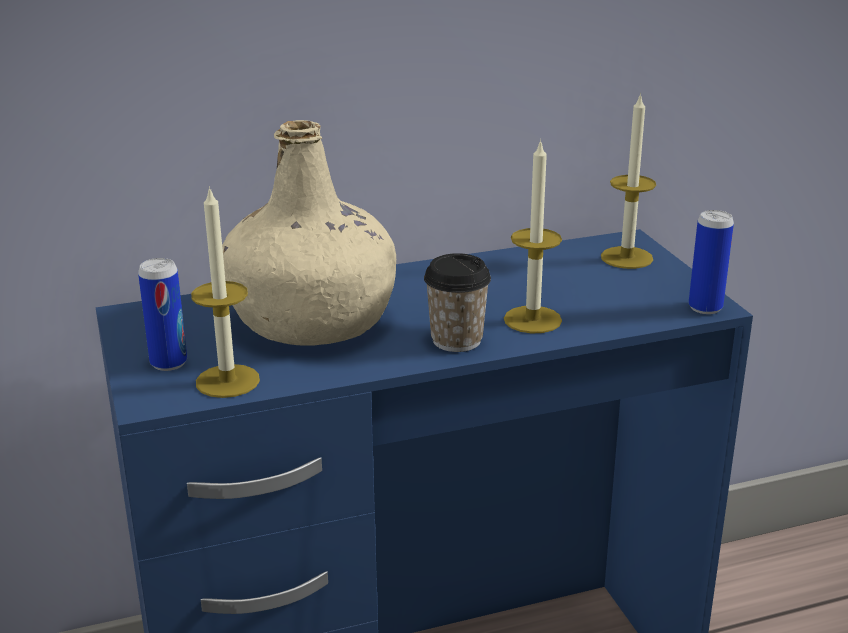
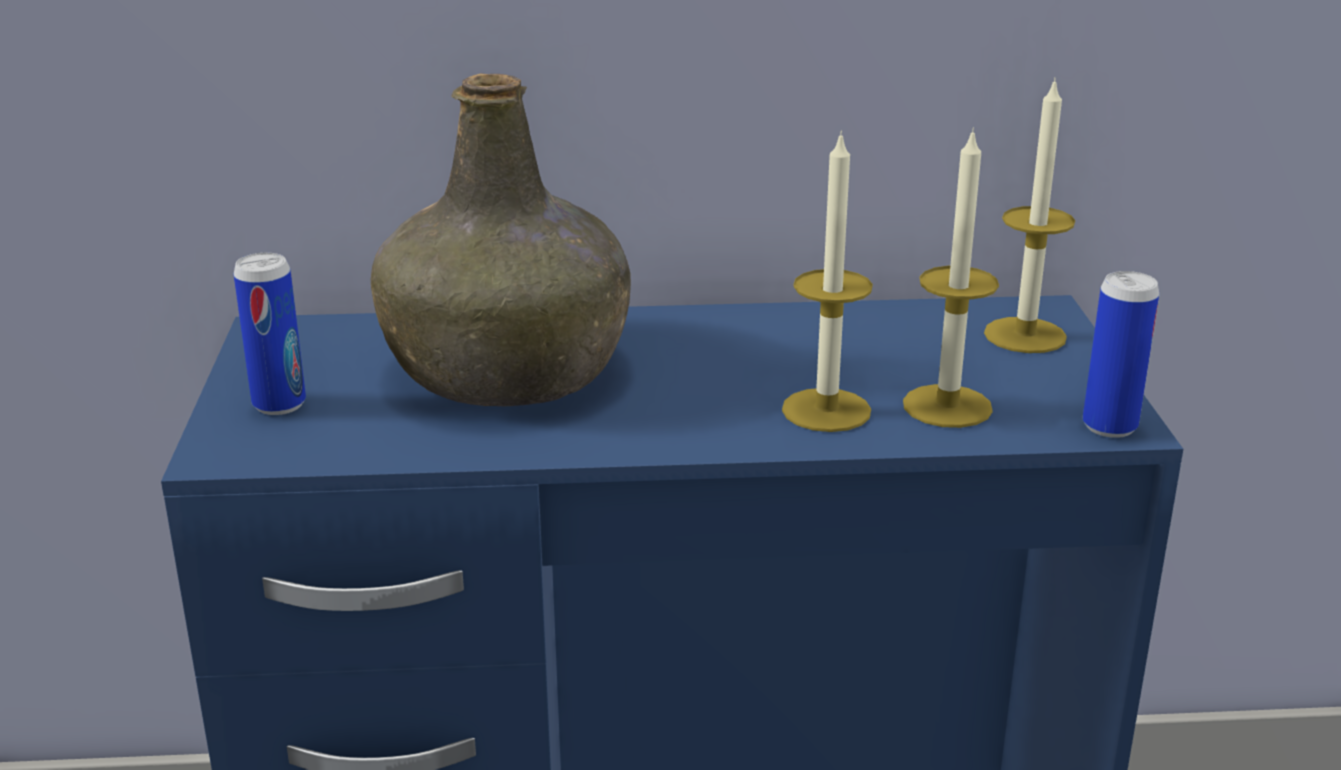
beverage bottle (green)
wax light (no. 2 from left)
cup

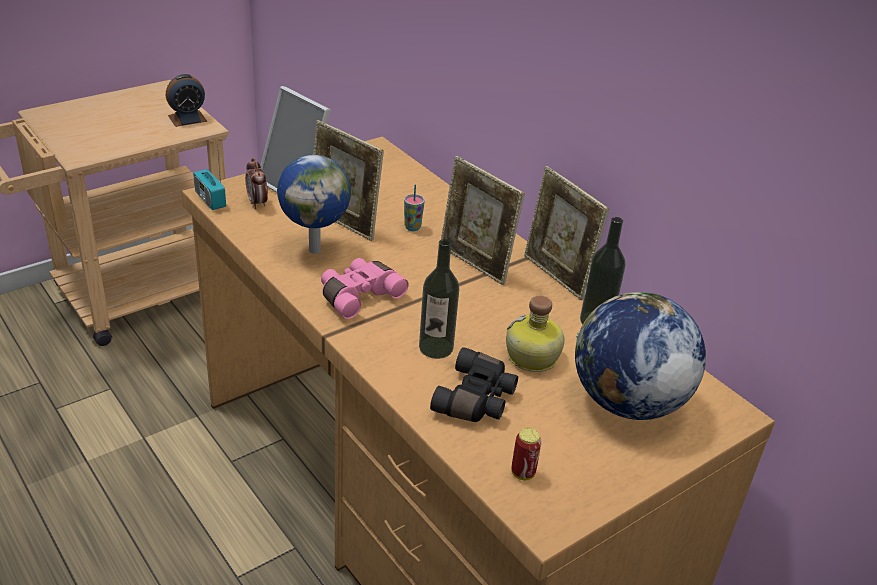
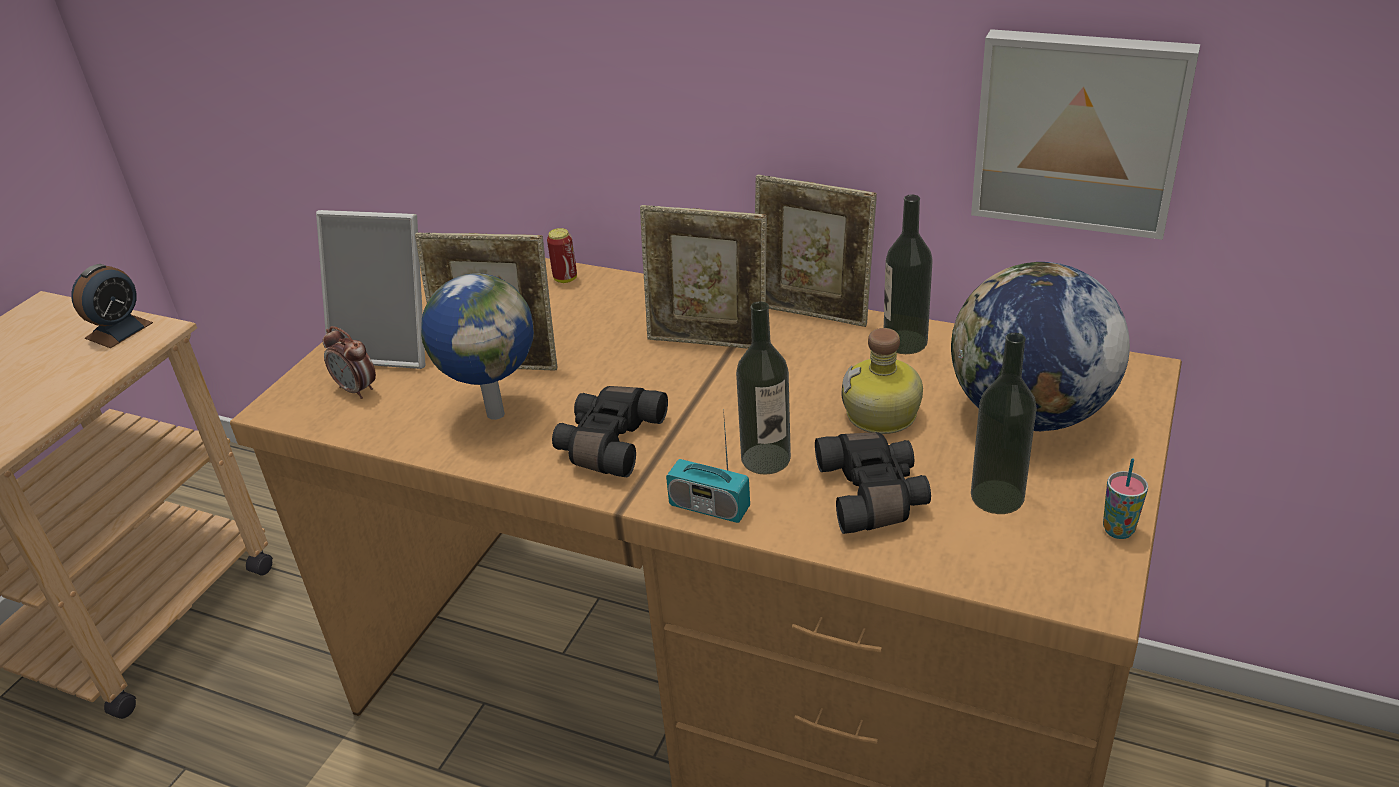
radio receiver
cup
field glasses (black) (no. 1 from left)
can
wall picture
beverage bottle (no. 4 from left)

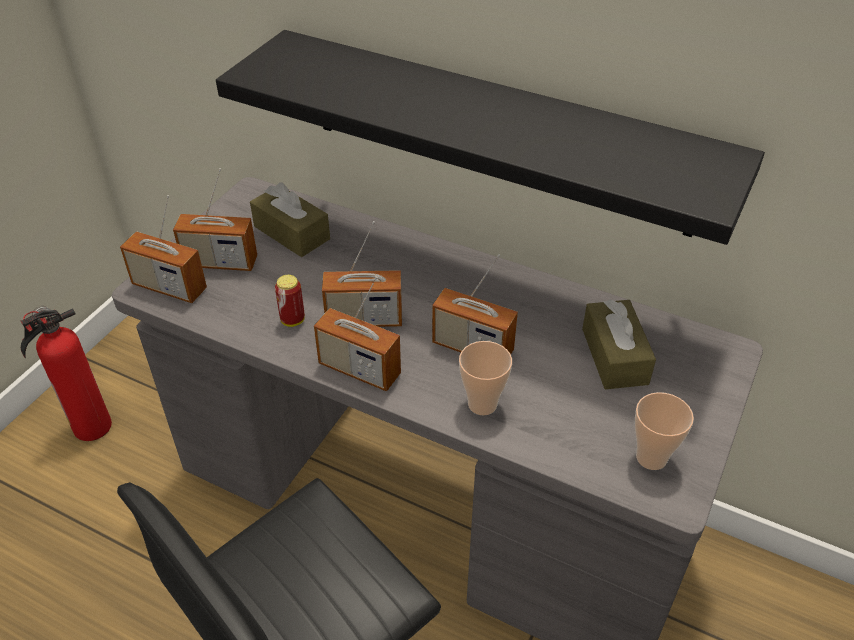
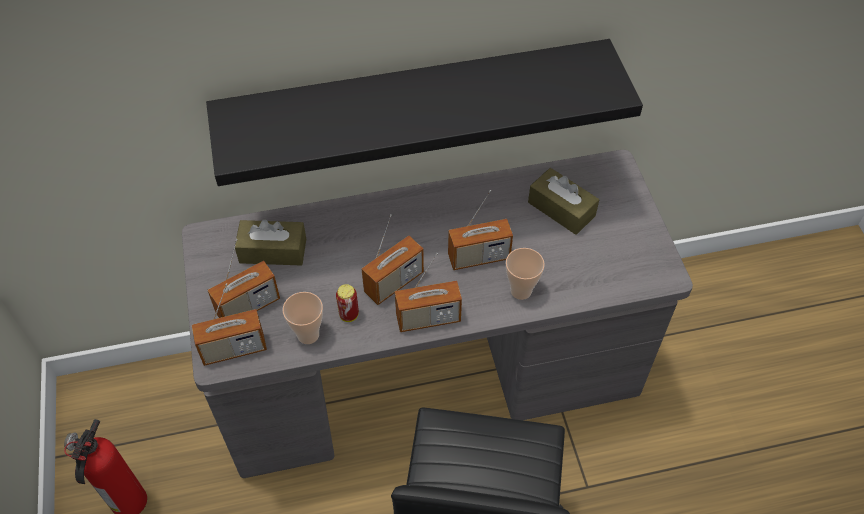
cup (no. 1 from left)

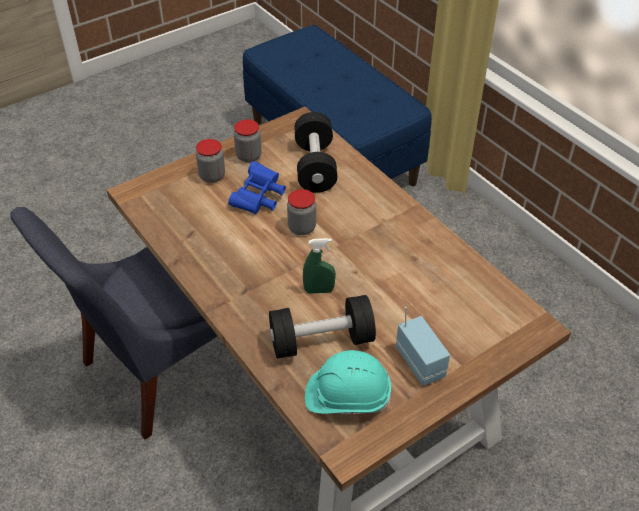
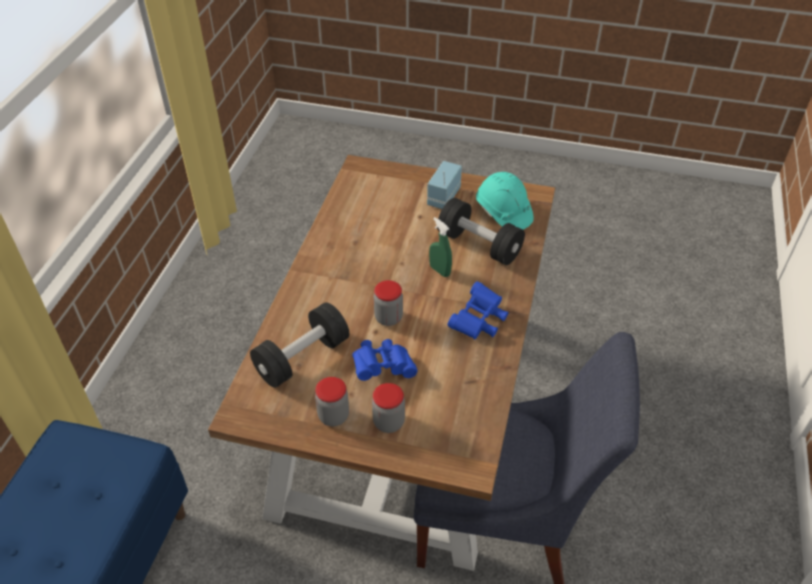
field glasses (blue) (no. 2 from left)

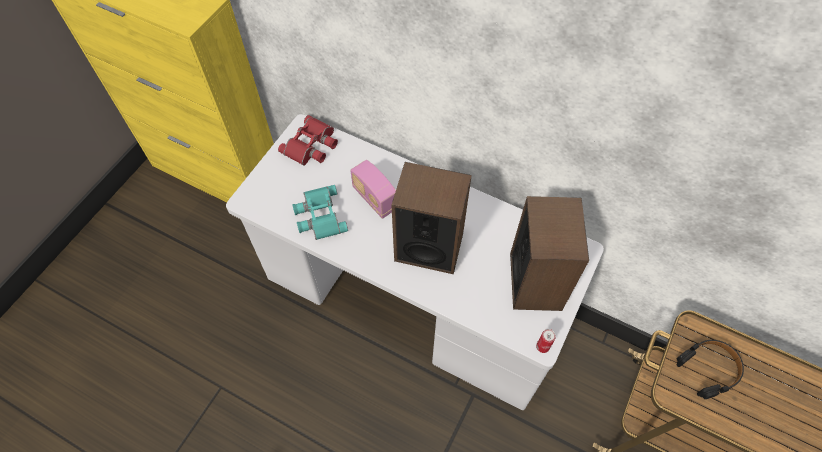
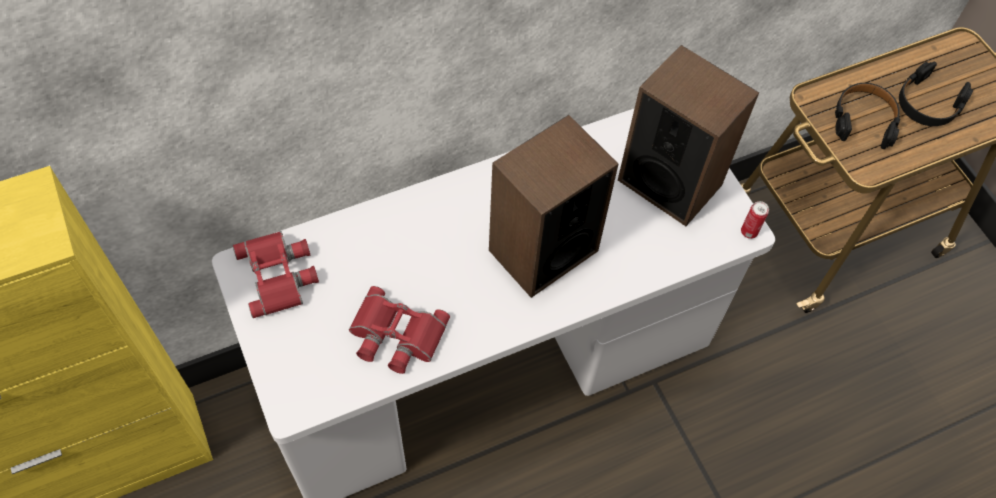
radio receiver
field glasses (reddish) (no. 2 from left)
headset (black) (no. 2 from left)

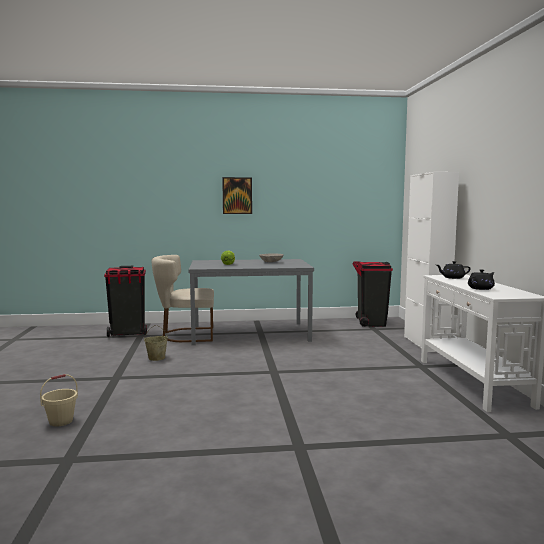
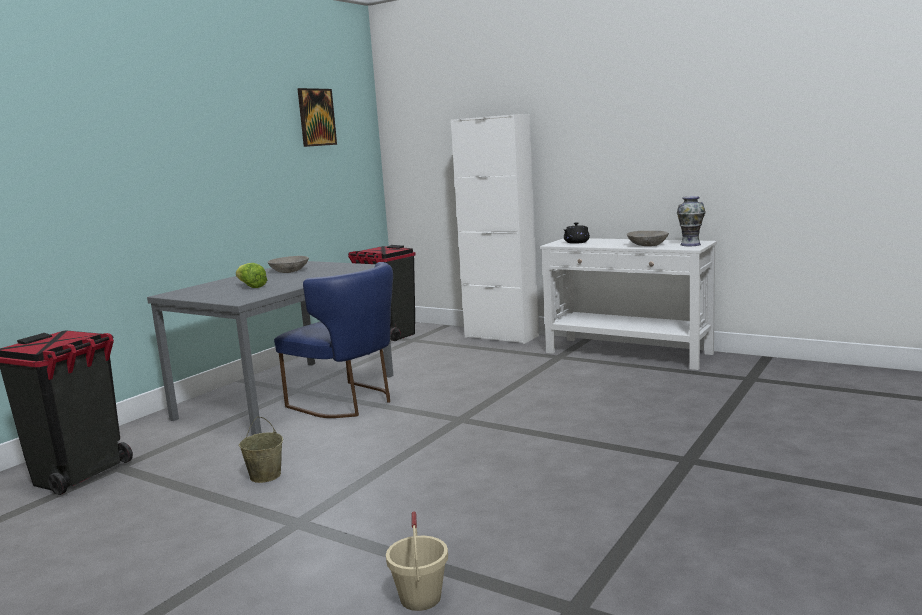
wall picture
upright chair (beige-coloured)
serving bowl (gray) (no. 2 from left)
decorative vase
upright chair (blue)

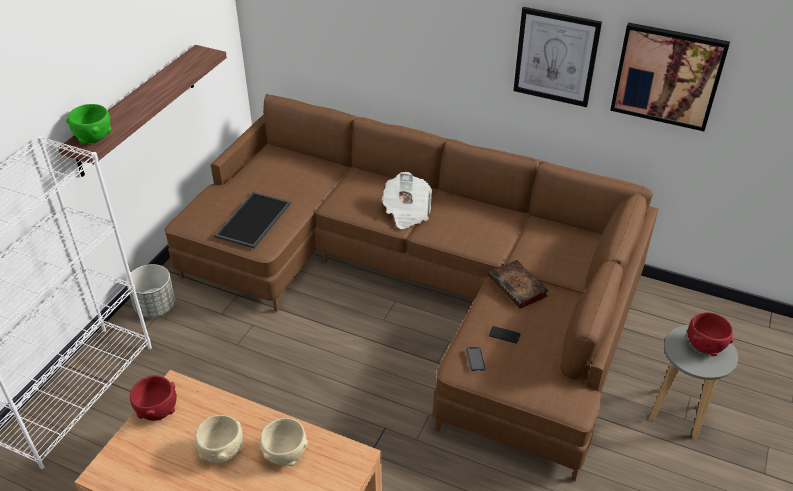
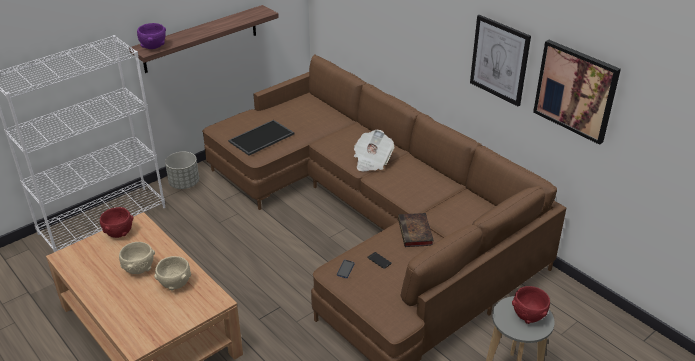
serving bowl (purple)

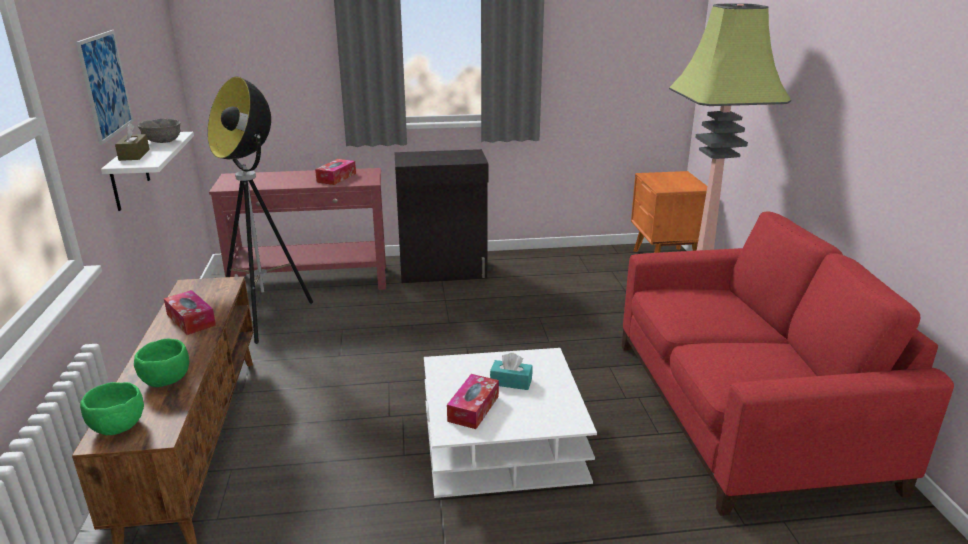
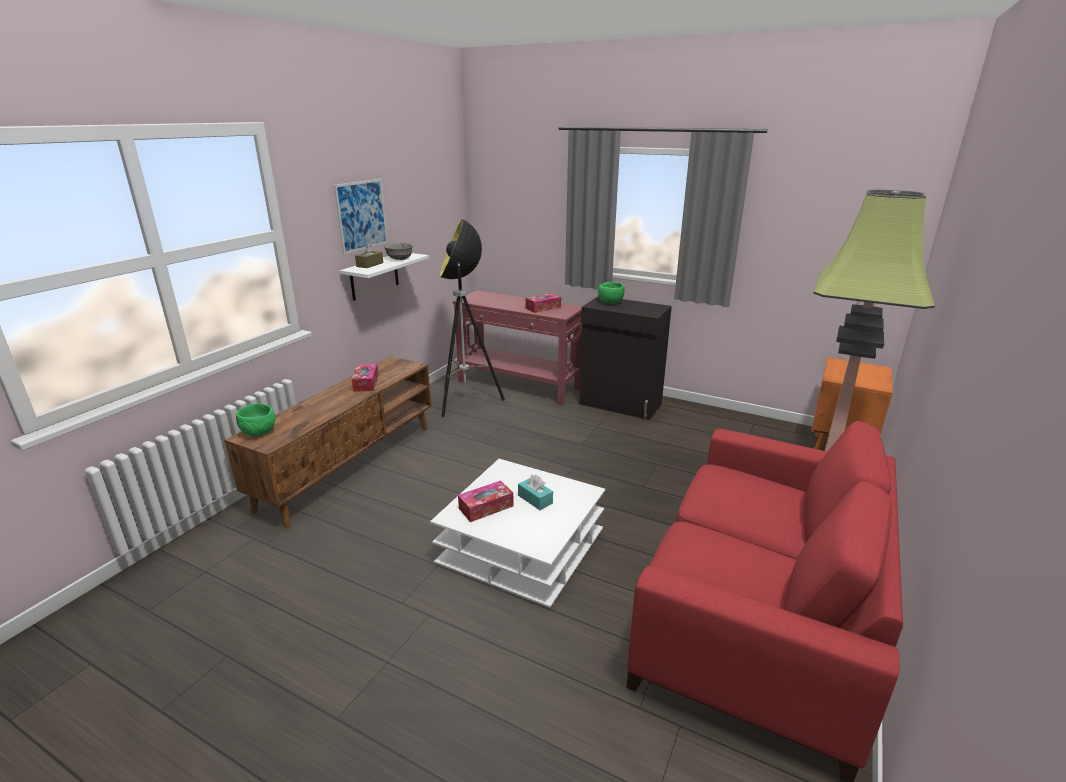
serving bowl (green) (no. 2 from left)

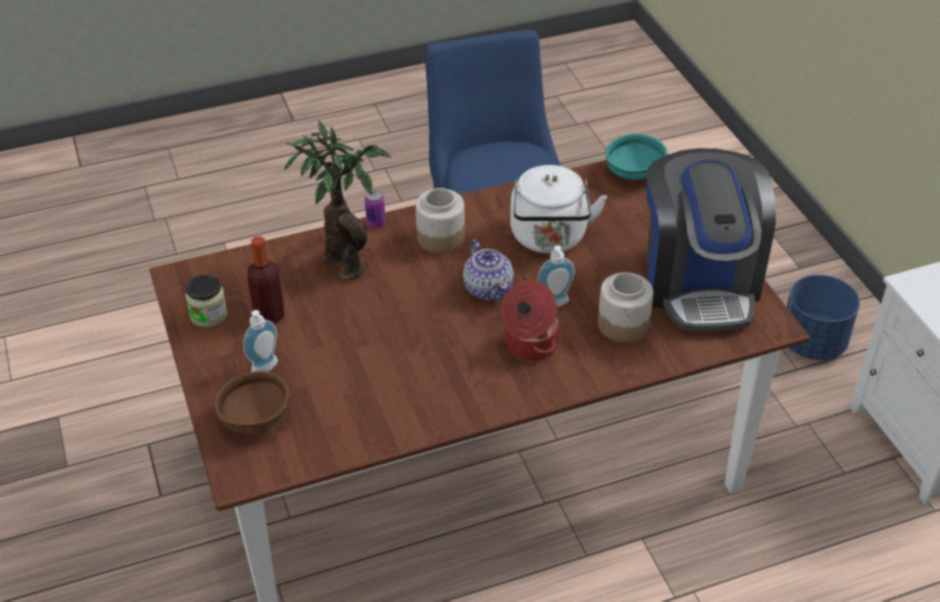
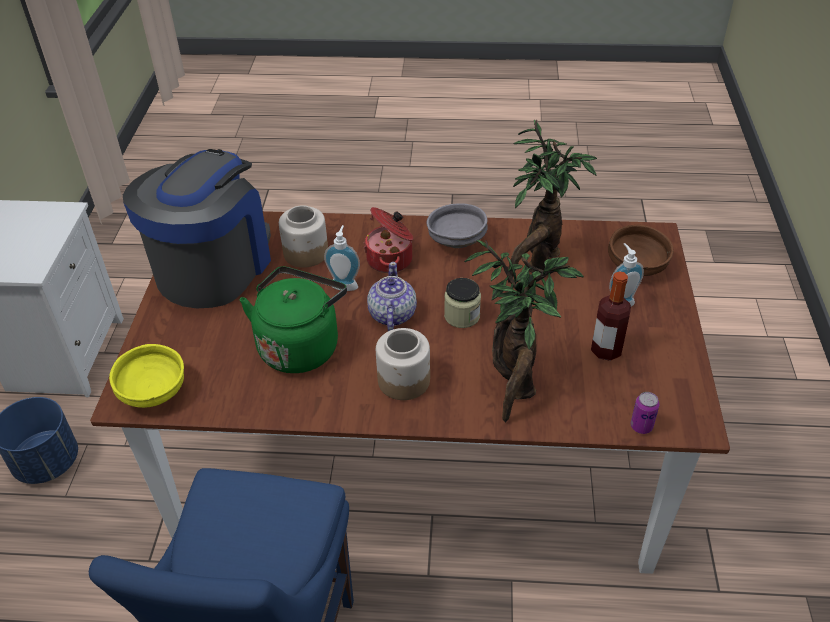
serving bowl (yellowish)
water kettle (green)
can
storage jar (no. 3 from left)
plant in a pot (no. 2 from left)
serving bowl (gray)

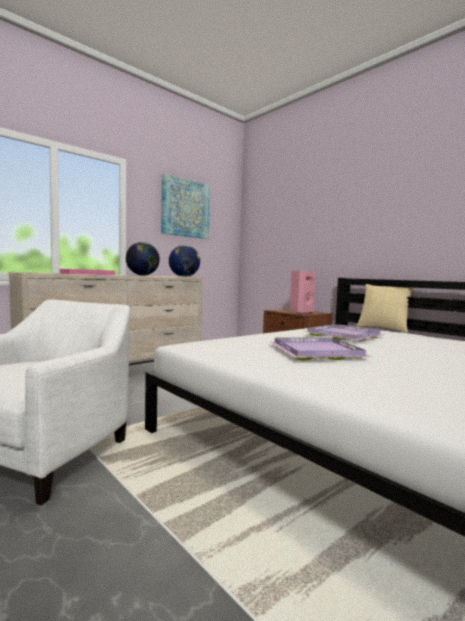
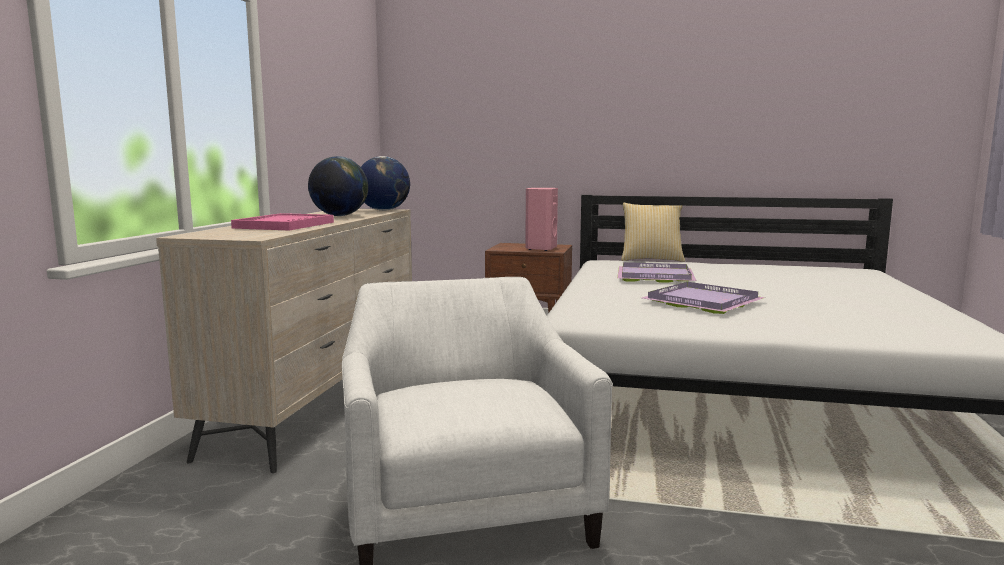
wall picture

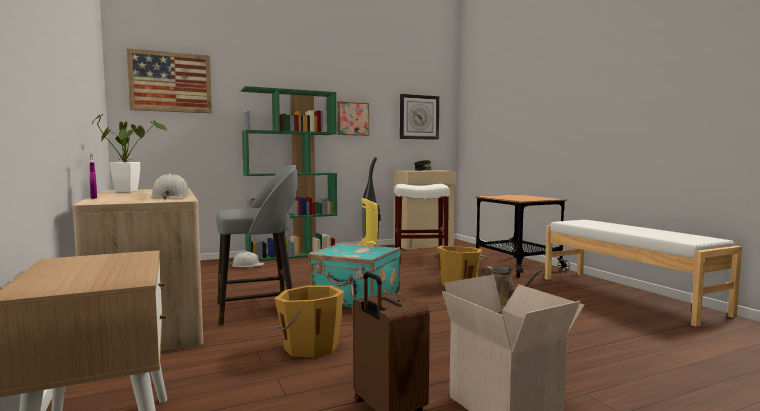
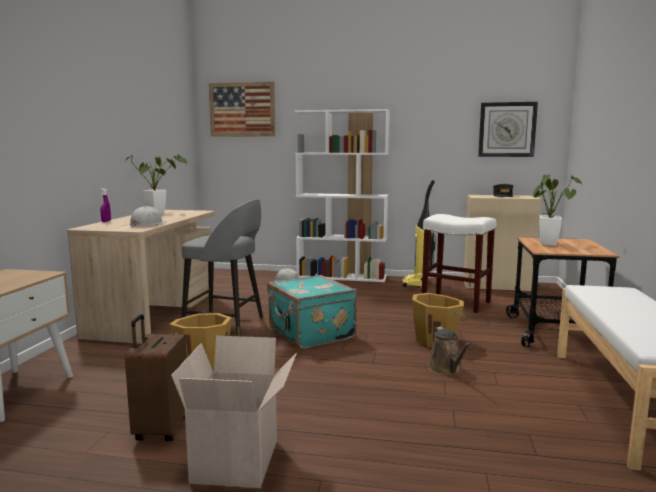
shelving unit (whitish)
wall picture (no. 2 from left in the first image)
plant in a pot (no. 2 from left)

